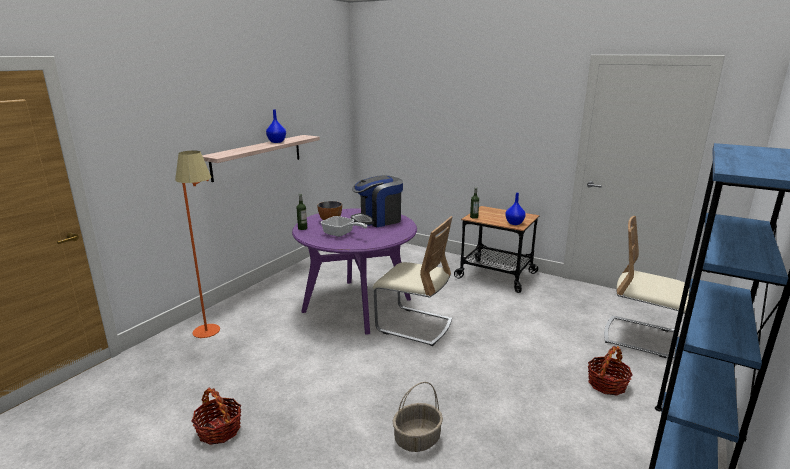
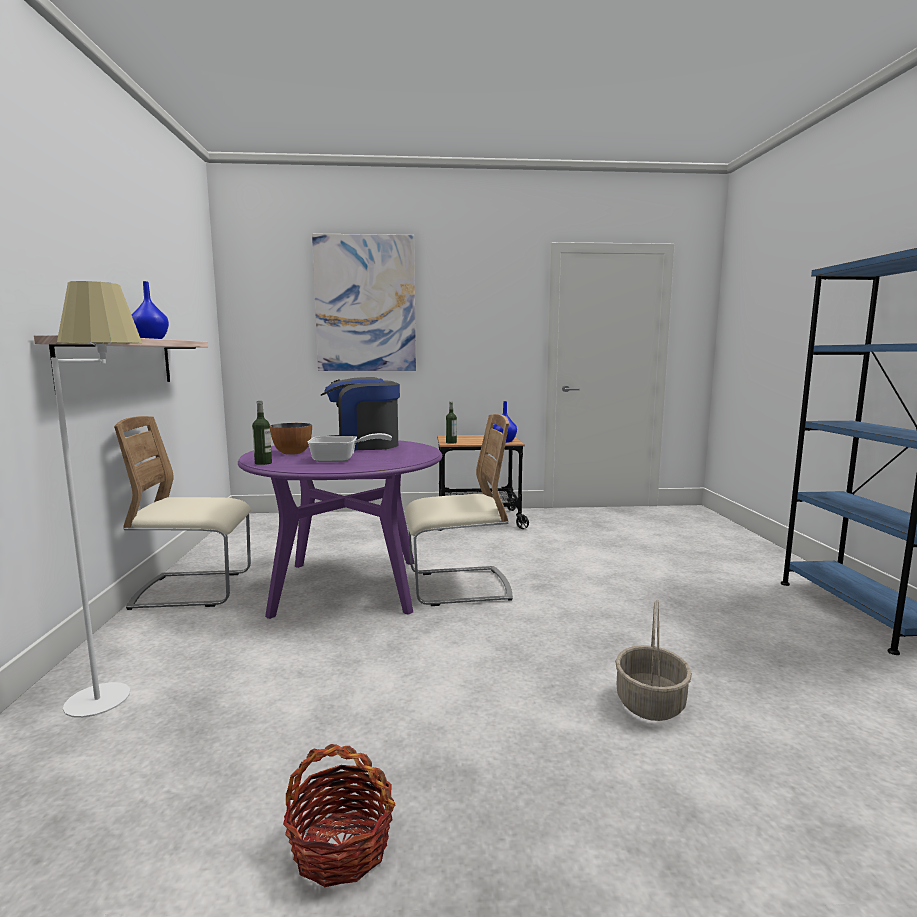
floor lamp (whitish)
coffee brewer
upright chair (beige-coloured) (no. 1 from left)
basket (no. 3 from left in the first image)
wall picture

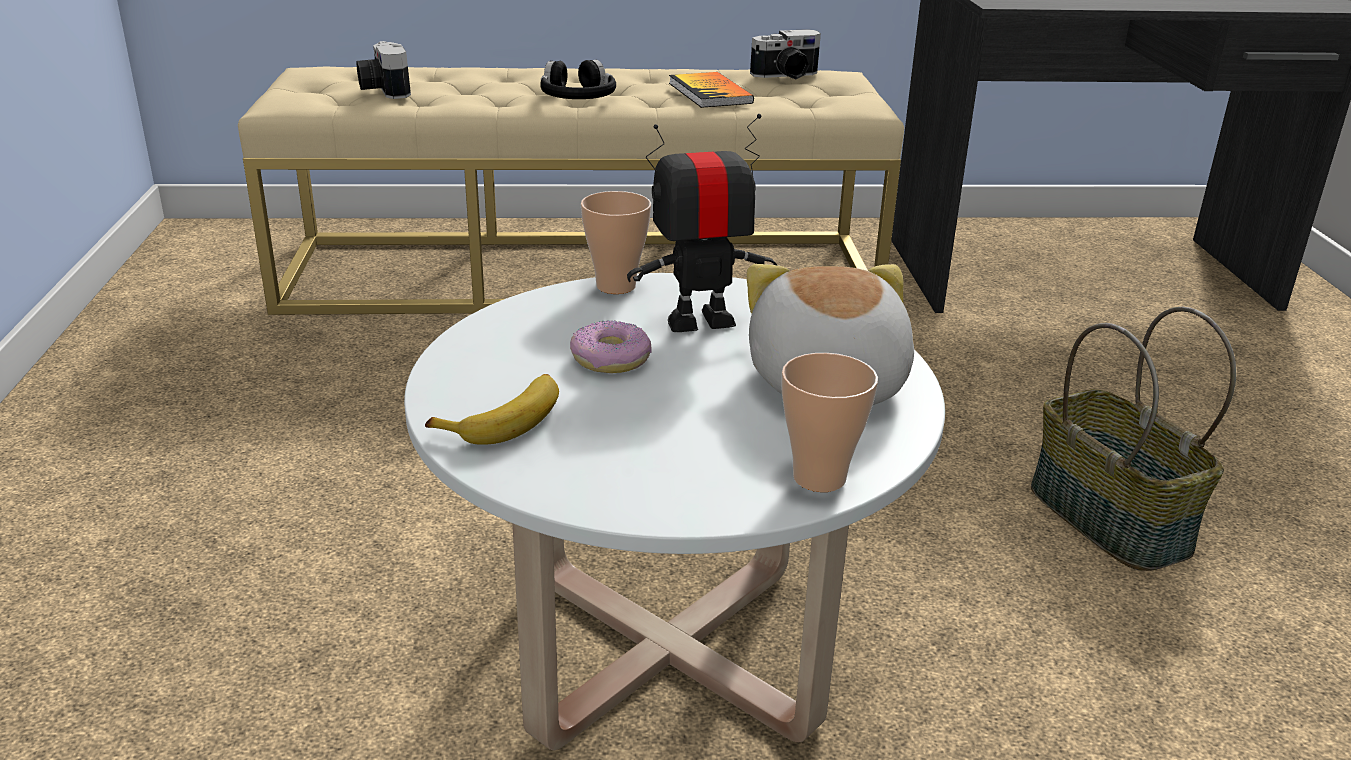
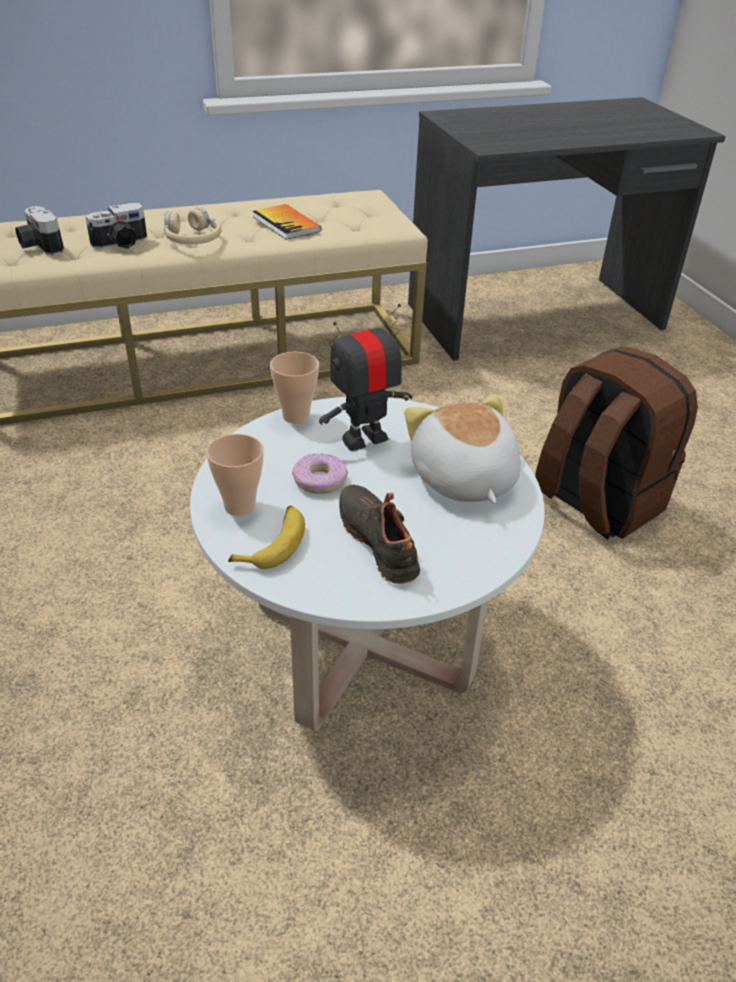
photo camera (no. 2 from left)
headset (beige-coloured)
knapsack (brown-coloured)
cup (no. 1 from left)
low shoe (black)

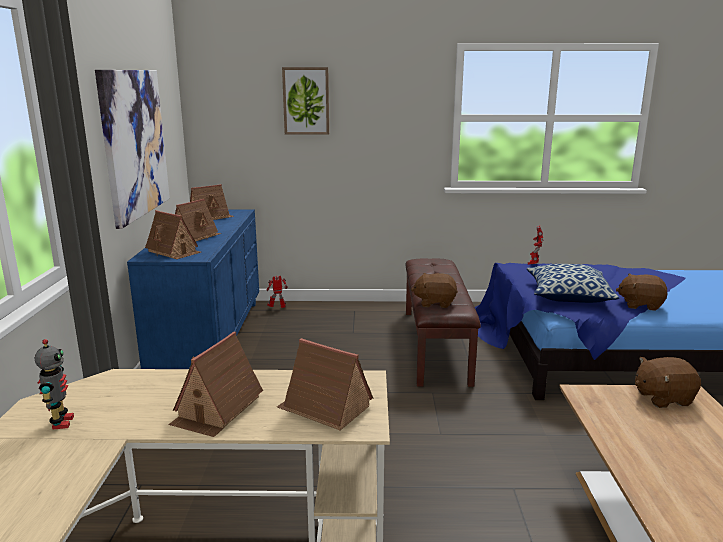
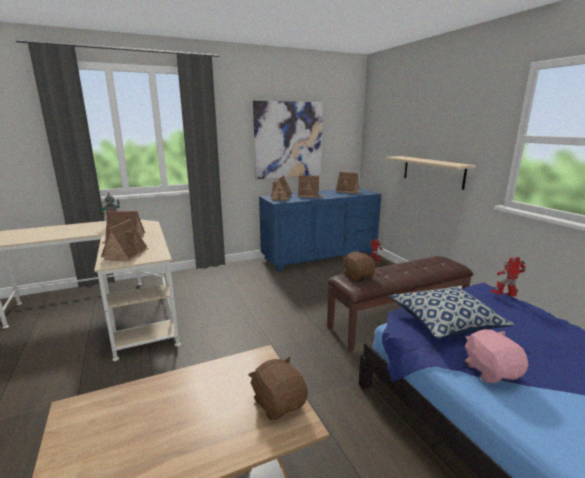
wall picture (no. 2 from left in the first image)
plush toy (pink-coloured)
wall shelf (beige-coloured)

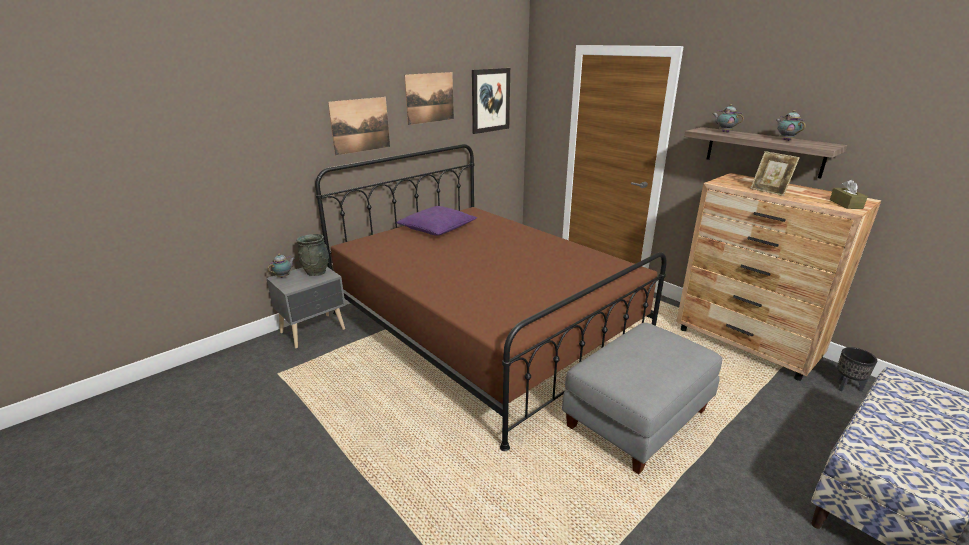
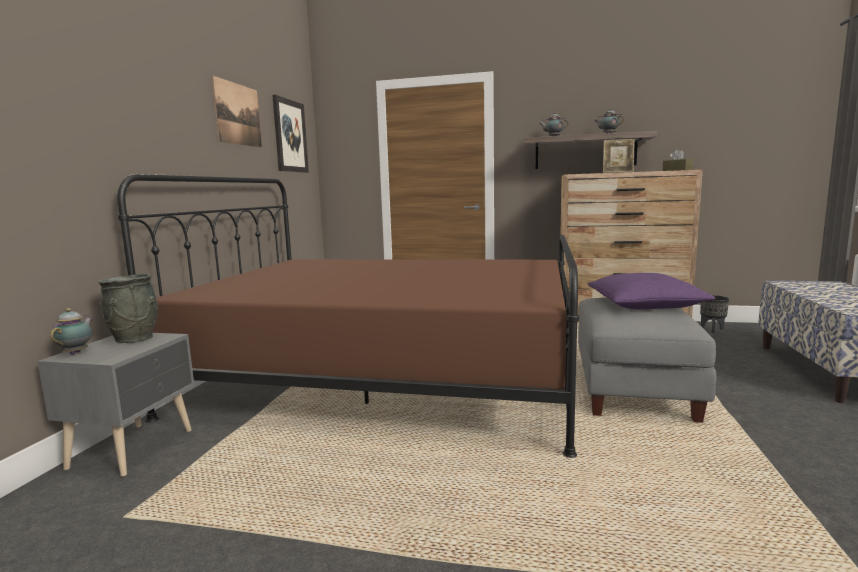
wall picture (no. 1 from left in the first image)
throw pillow (purple)

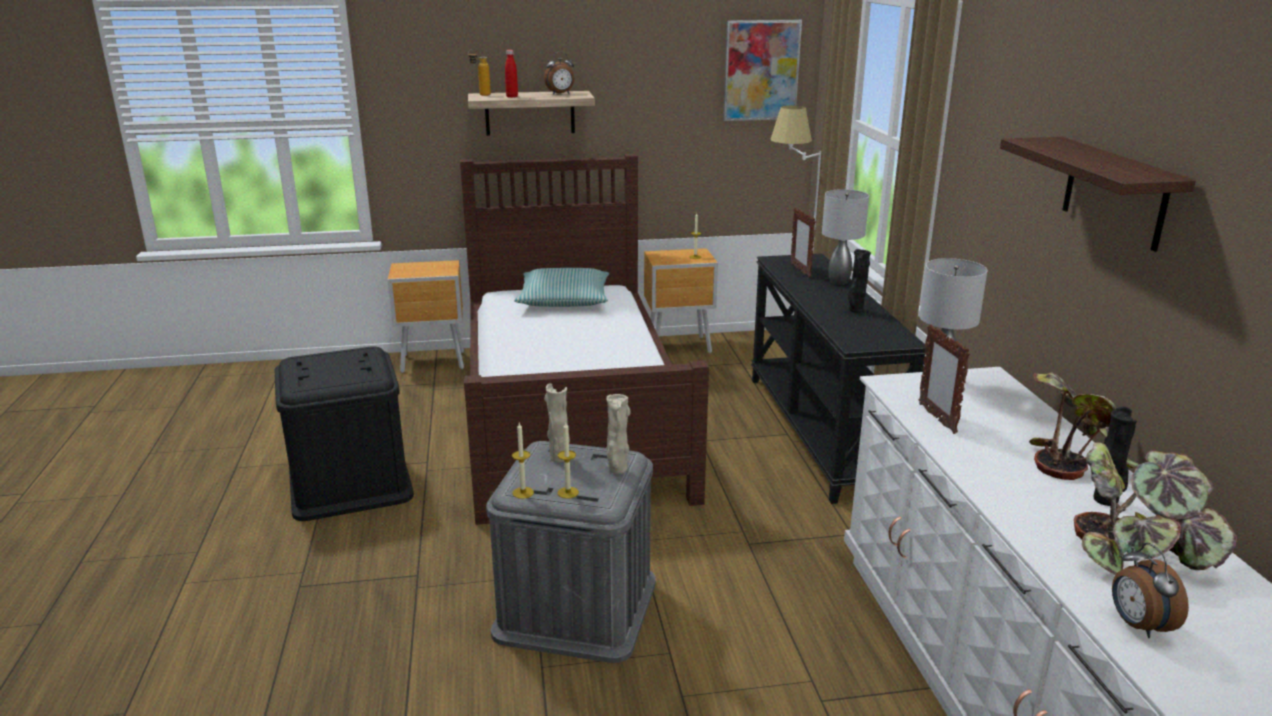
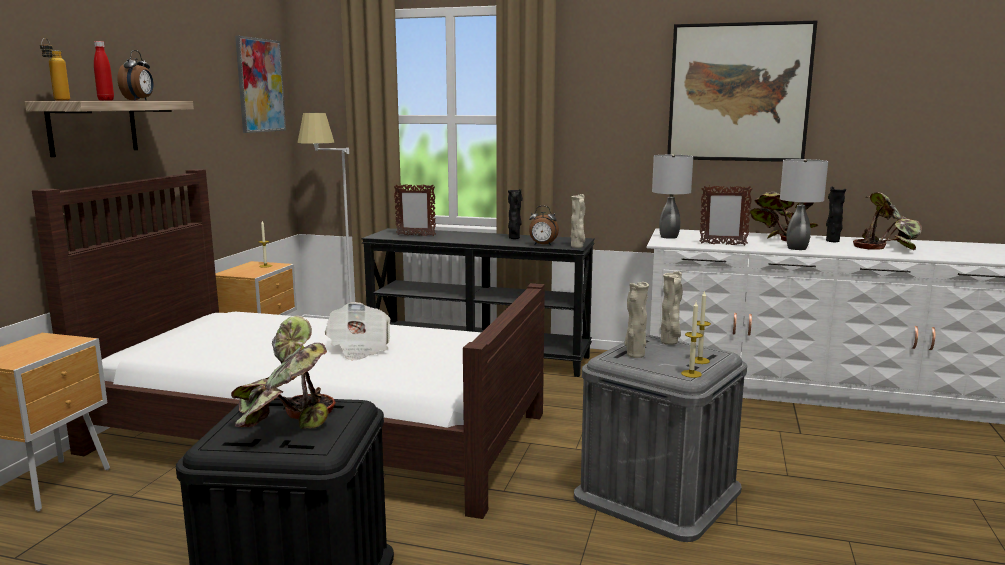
wall picture (no. 2 from left)
table lamp (gray) (no. 2 from left)
throw pillow
table clock (no. 2 from left)
decorative vase (beige-coloured) (no. 1 from left)
newspaper
plant in a pot (no. 1 from left)

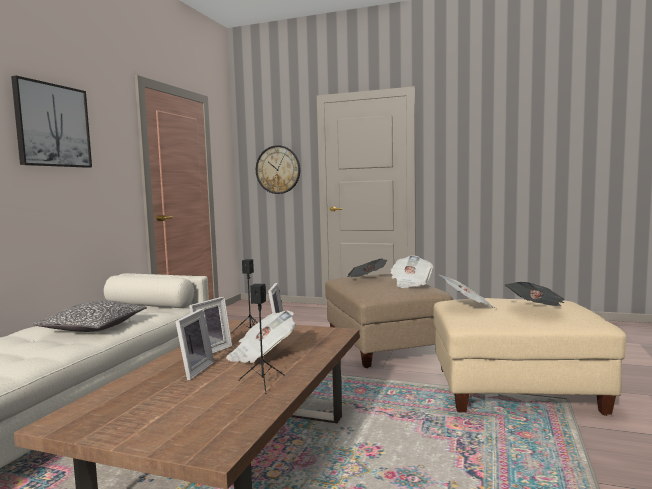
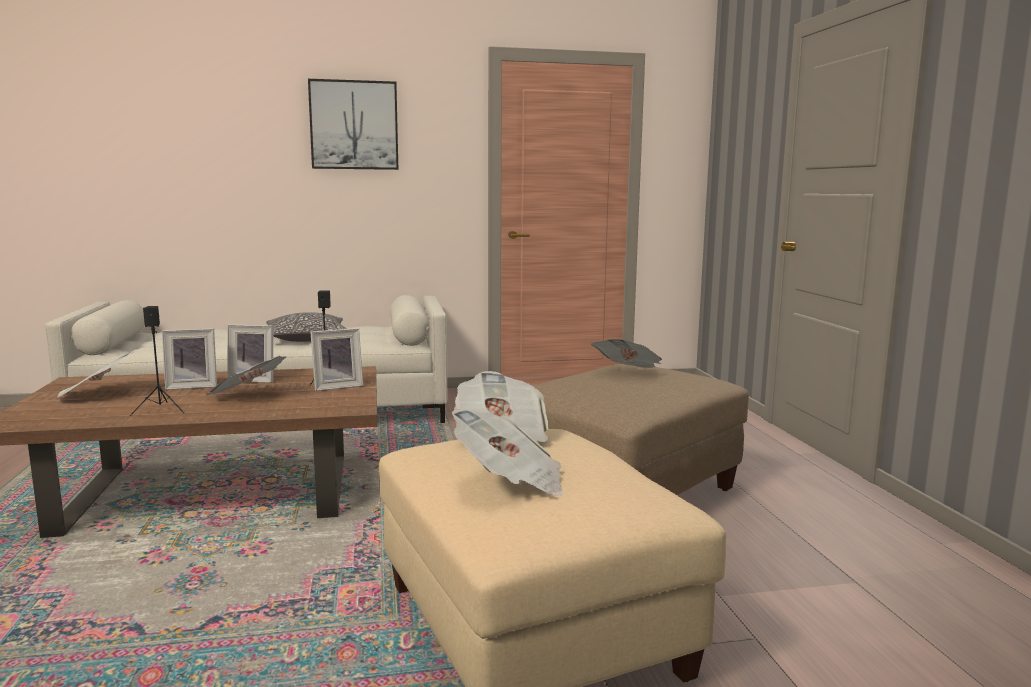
hanging clock
newspaper (no. 1 from left)

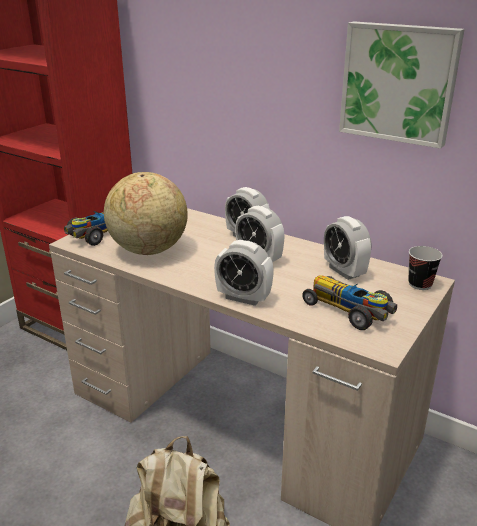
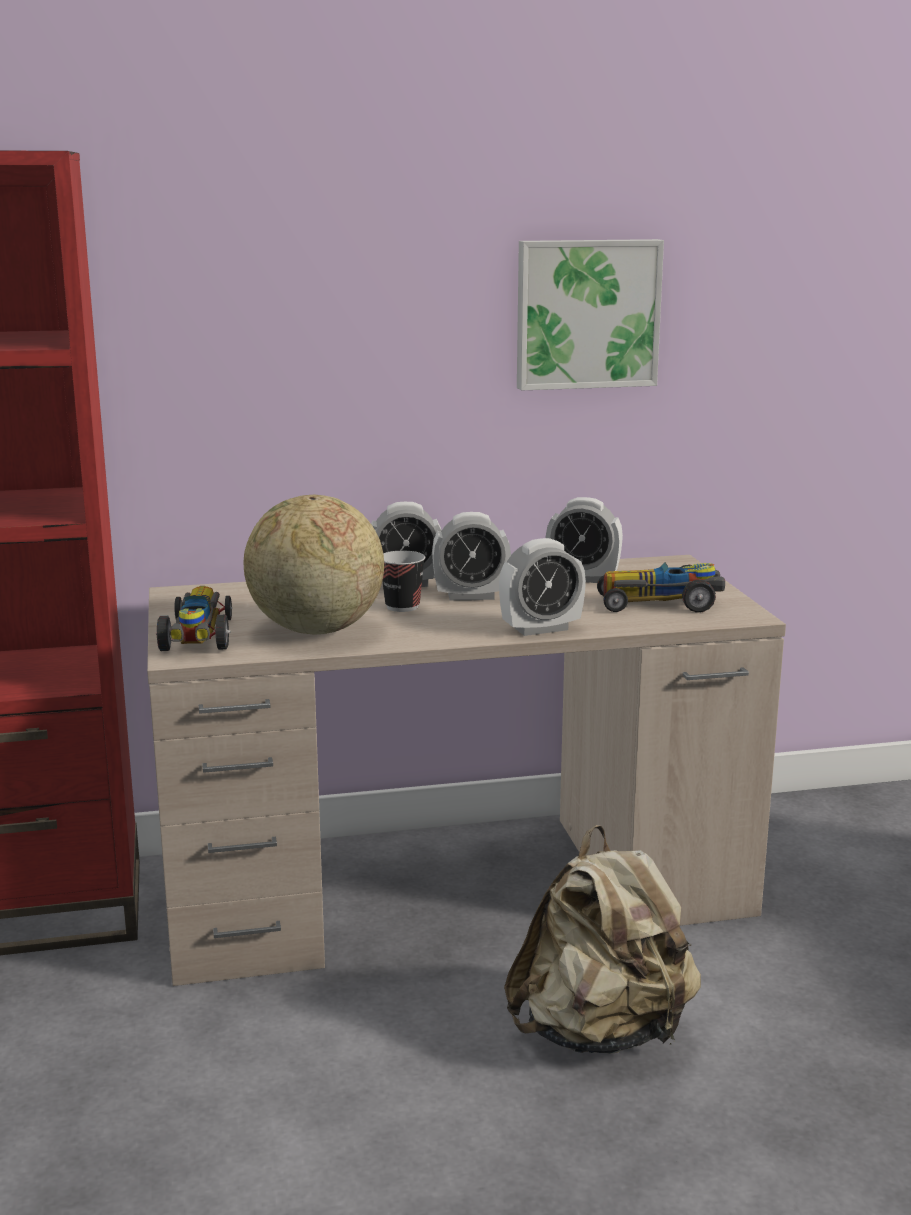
cup

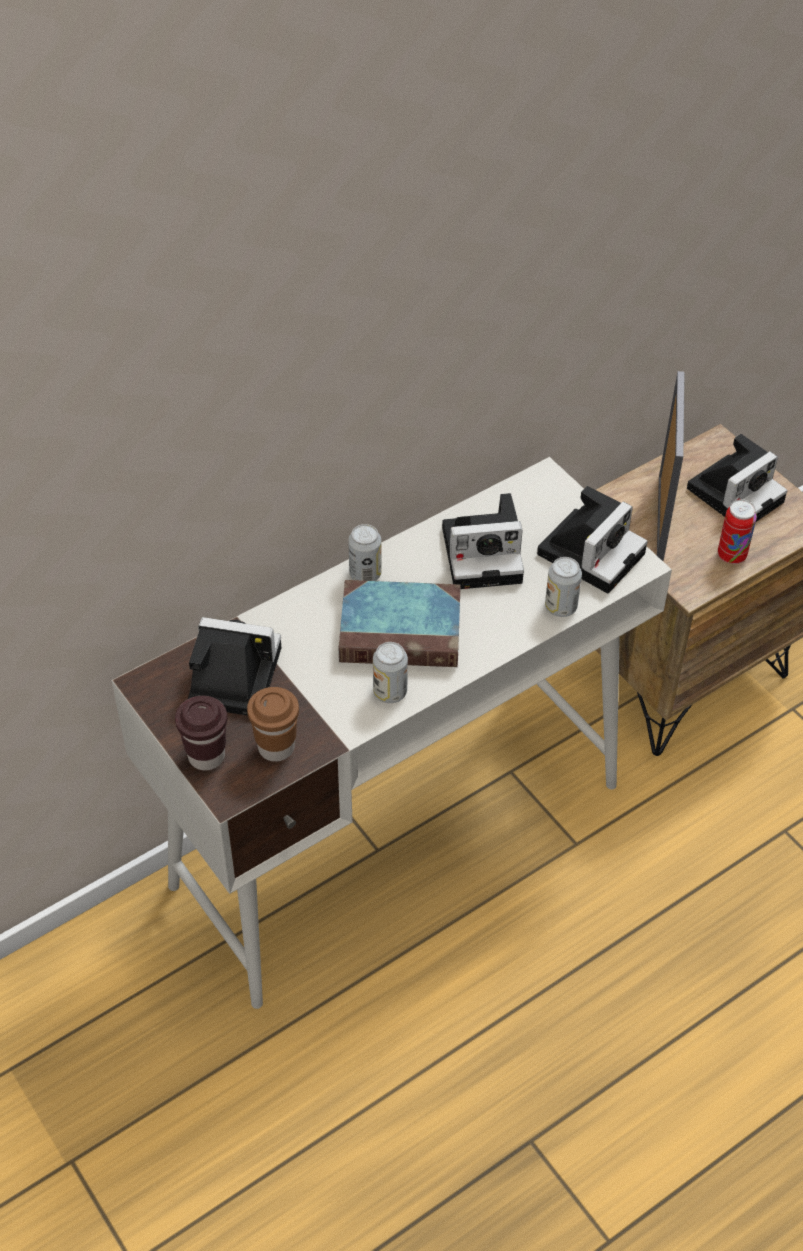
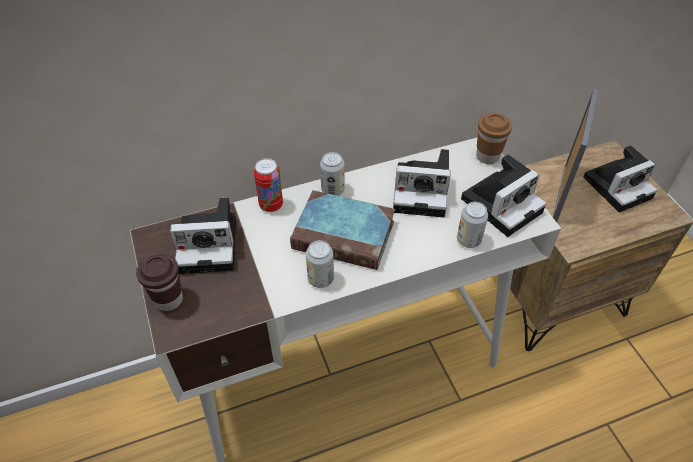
can (no. 1 from left)
photo camera (no. 1 from left)
cup (brown-coloured) (no. 2 from left)

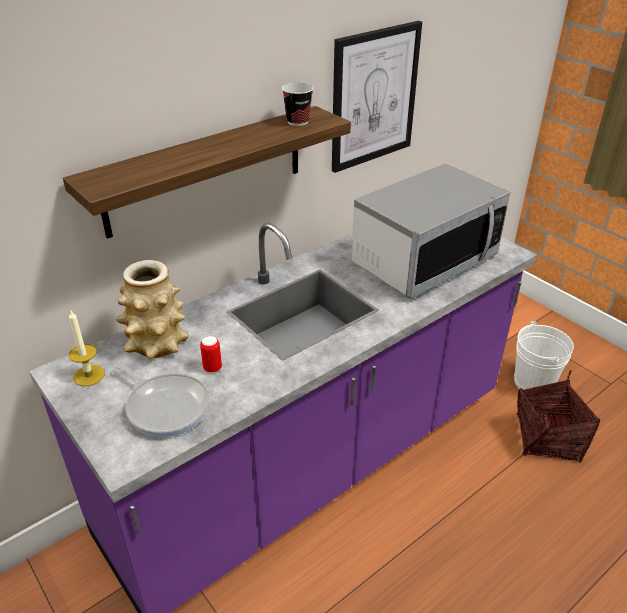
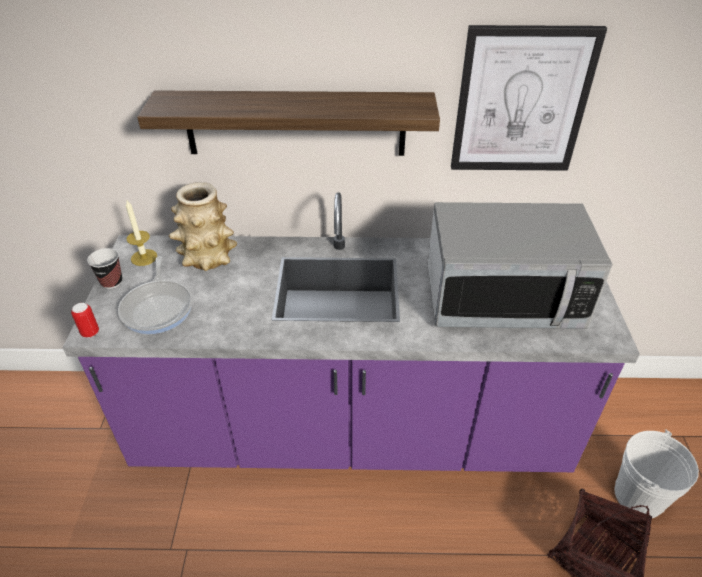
cup
can

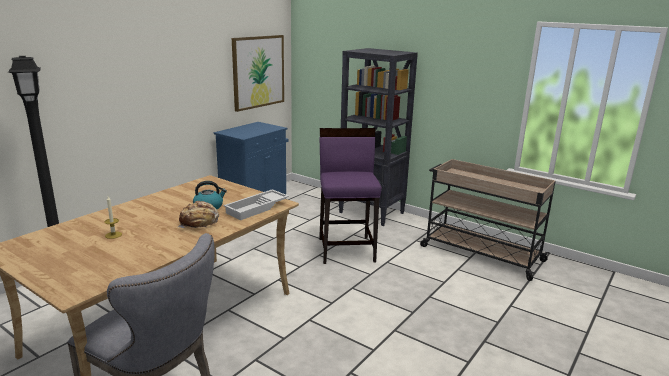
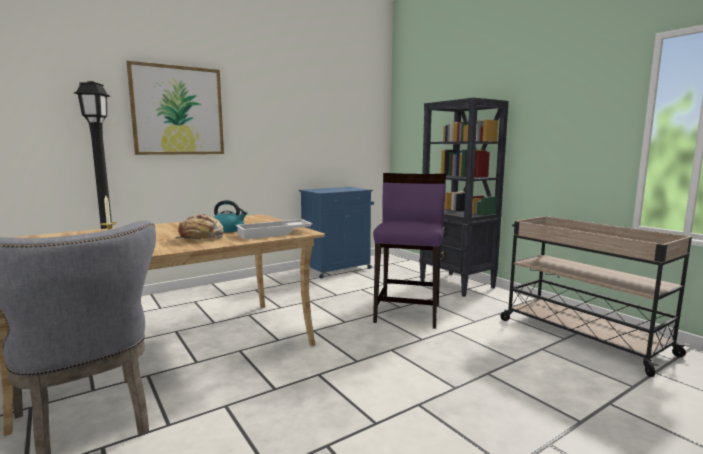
wall picture

